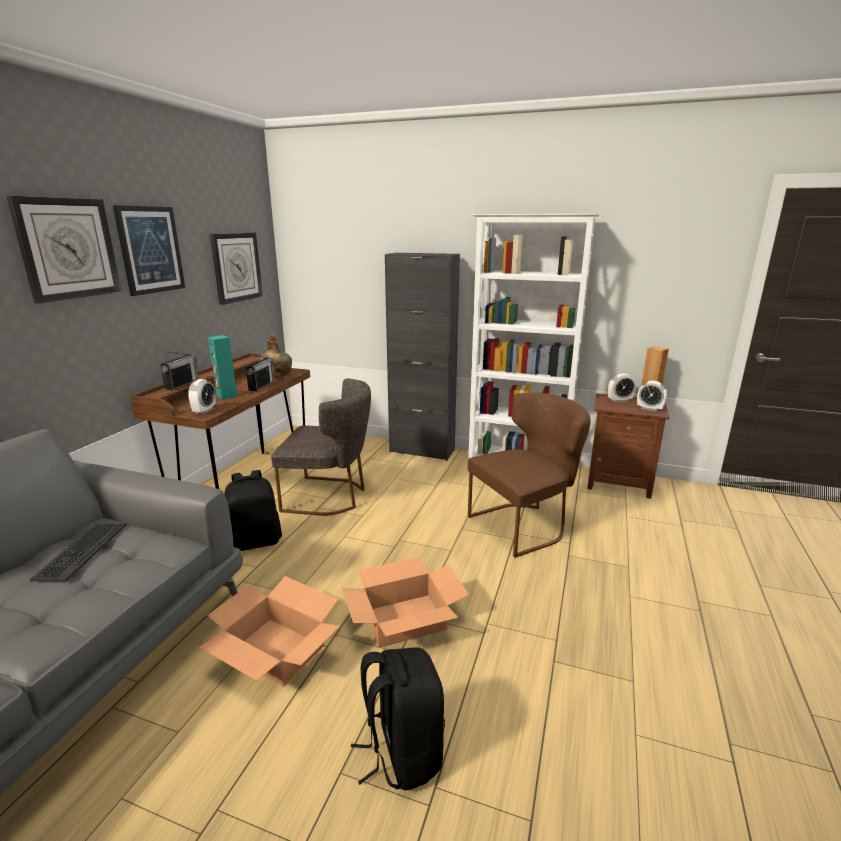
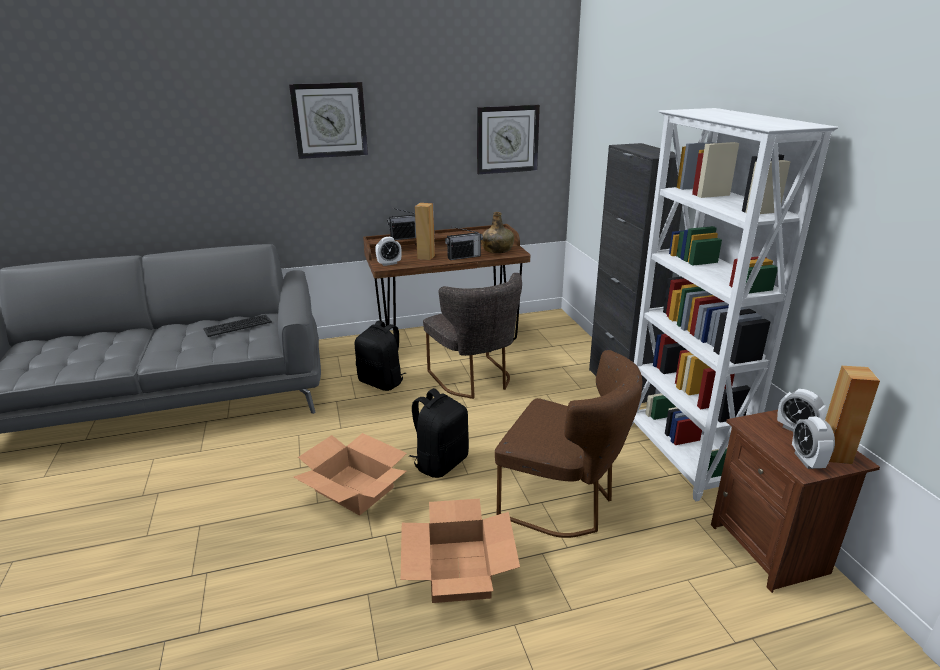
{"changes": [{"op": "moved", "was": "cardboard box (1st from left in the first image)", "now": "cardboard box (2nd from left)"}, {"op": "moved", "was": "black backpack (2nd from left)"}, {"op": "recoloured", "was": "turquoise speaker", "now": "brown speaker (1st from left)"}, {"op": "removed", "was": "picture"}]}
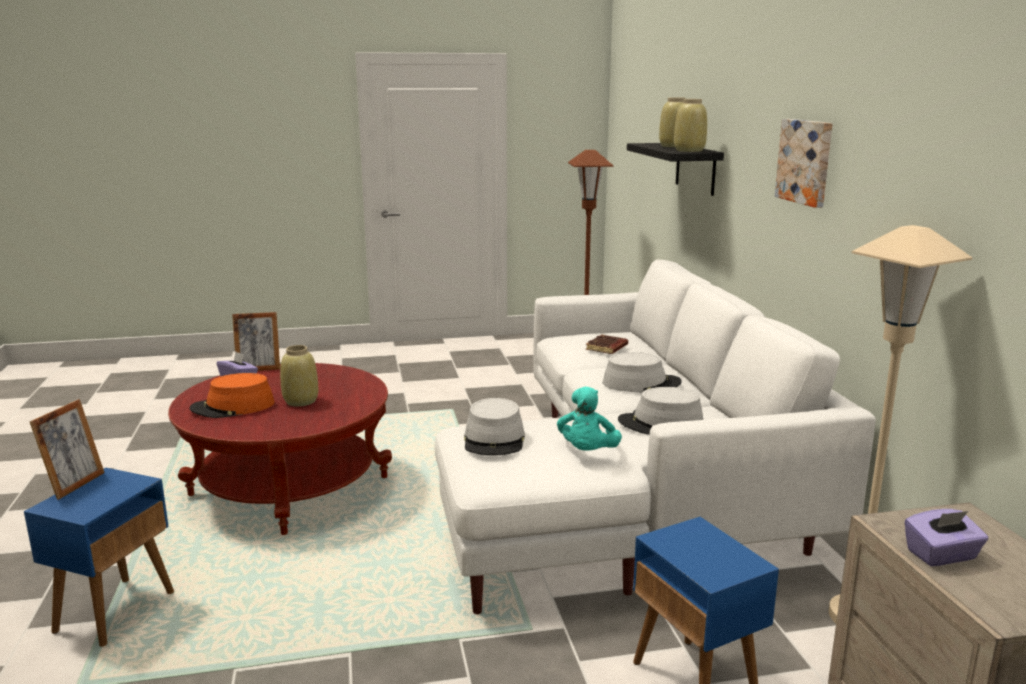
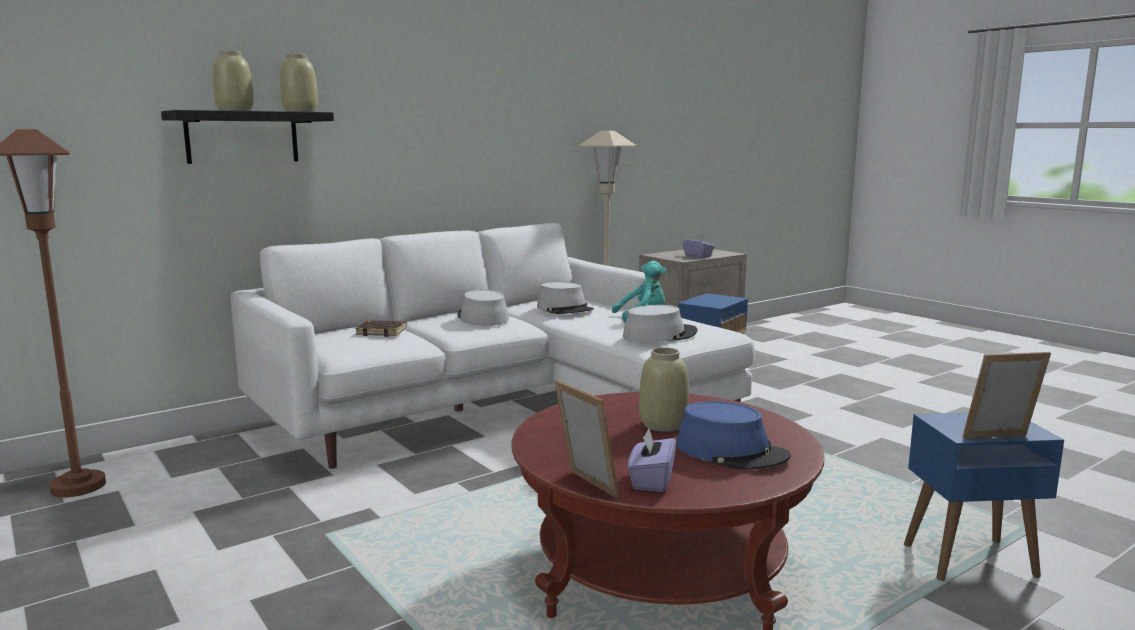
{"changes": [{"op": "recoloured", "was": "orange hat", "now": "blue hat"}, {"op": "removed", "was": "picture"}]}
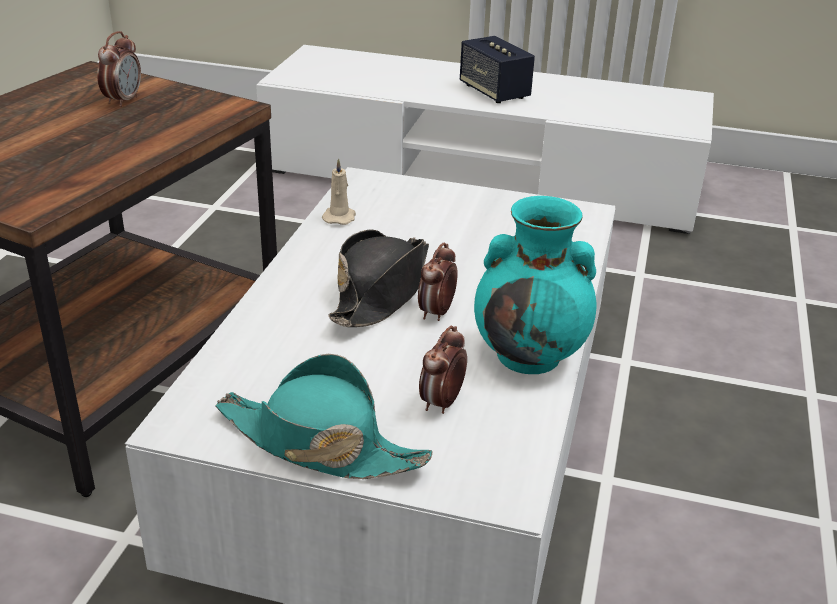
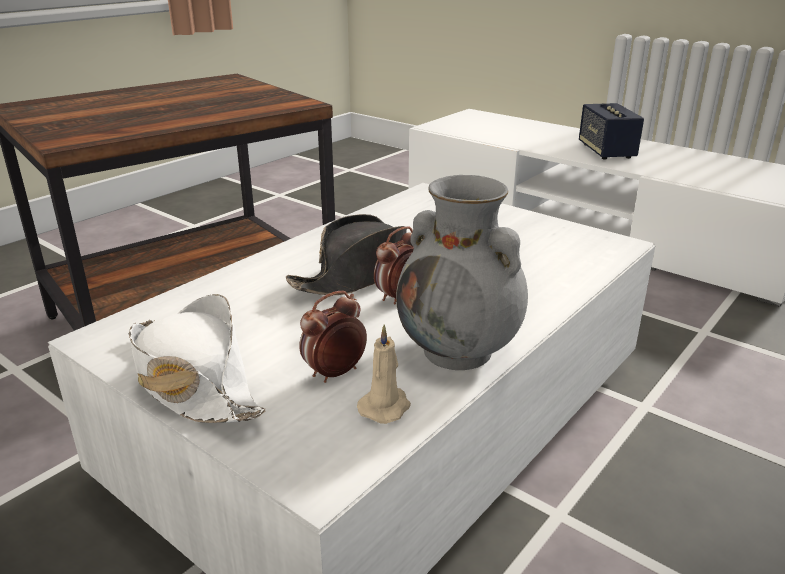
{"changes": [{"op": "recoloured", "was": "turquoise hat", "now": "white hat"}, {"op": "moved", "was": "beige candle"}, {"op": "recoloured", "was": "turquoise vase", "now": "grey vase"}, {"op": "removed", "was": "alarm clock (1st from left)"}]}
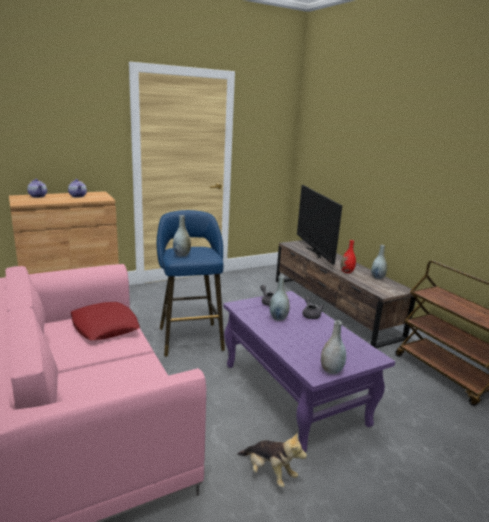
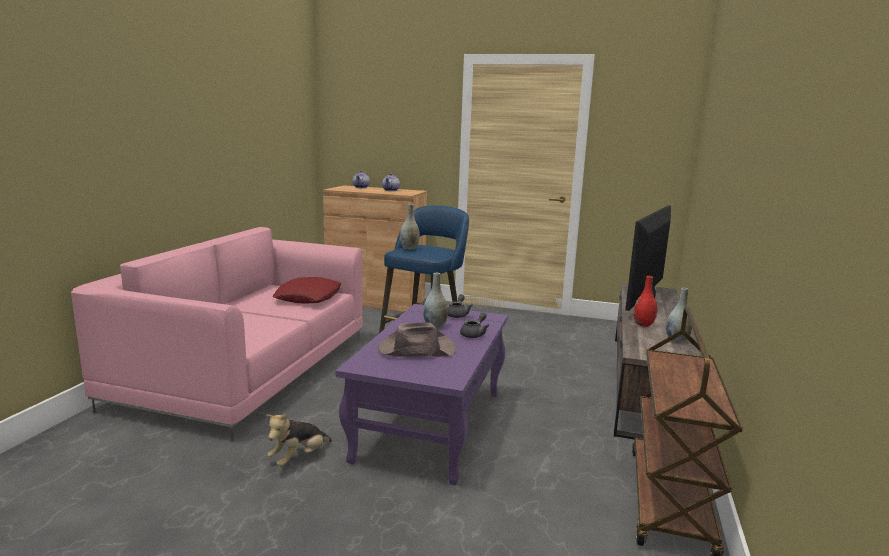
{"changes": [{"op": "turned", "was": "plush toy", "clockwise": 45}, {"op": "added", "now": "brown hat"}, {"op": "removed", "was": "grey vase (3rd from left)"}]}
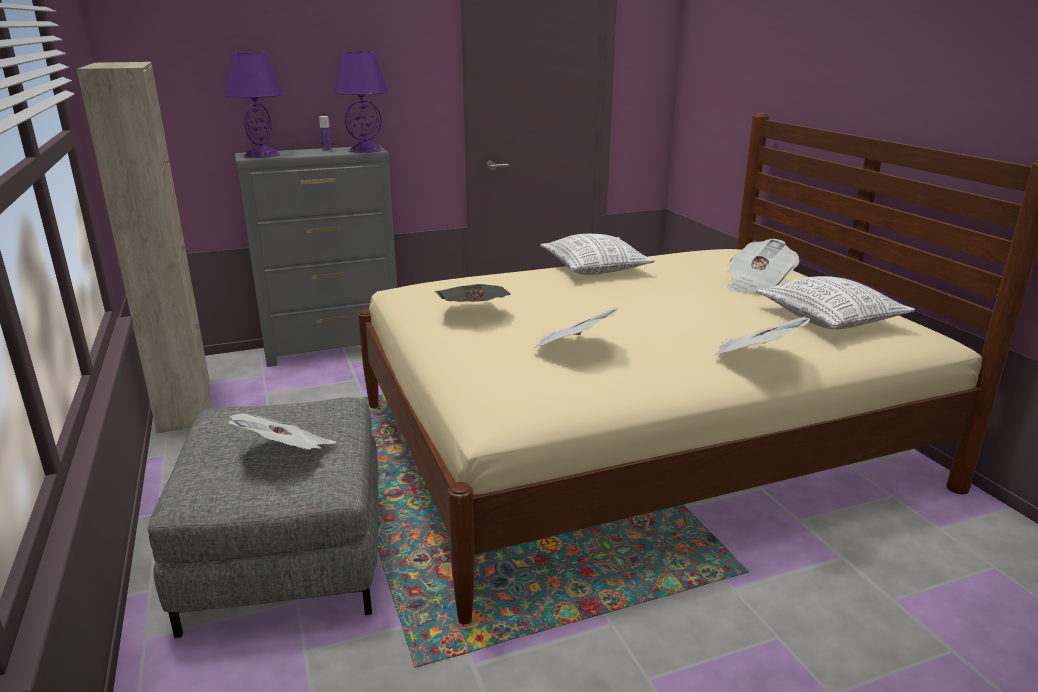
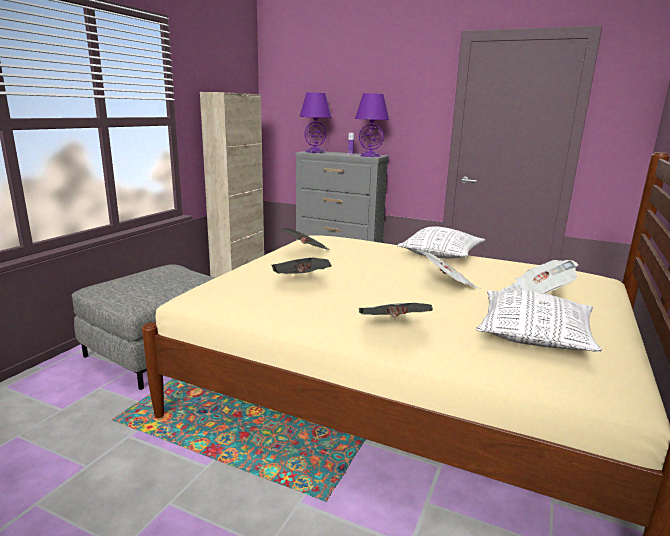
{"changes": [{"op": "moved", "was": "newspaper (1st from left in the first image)", "now": "newspaper (4th from left)"}]}
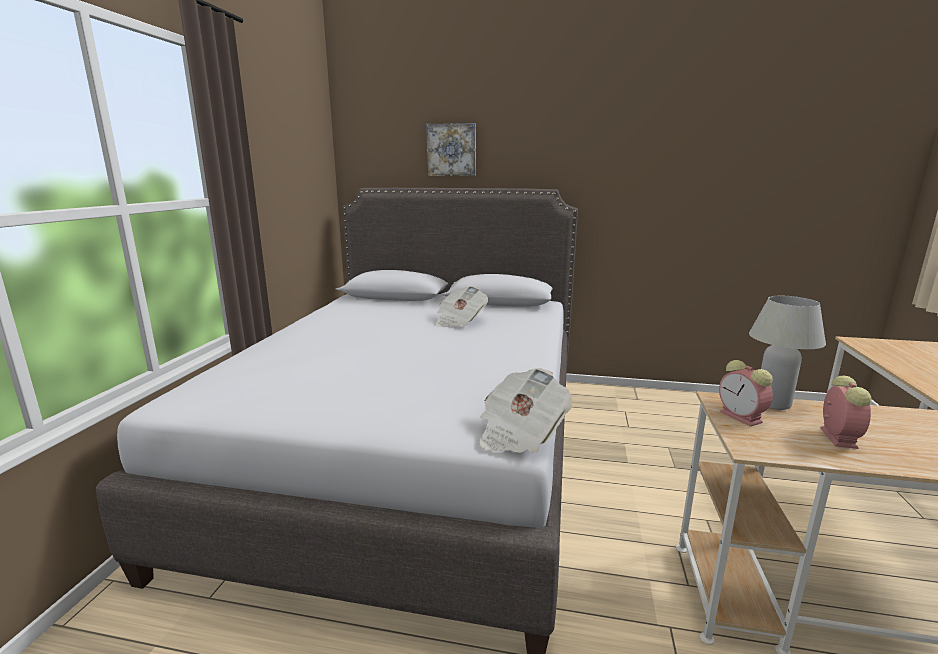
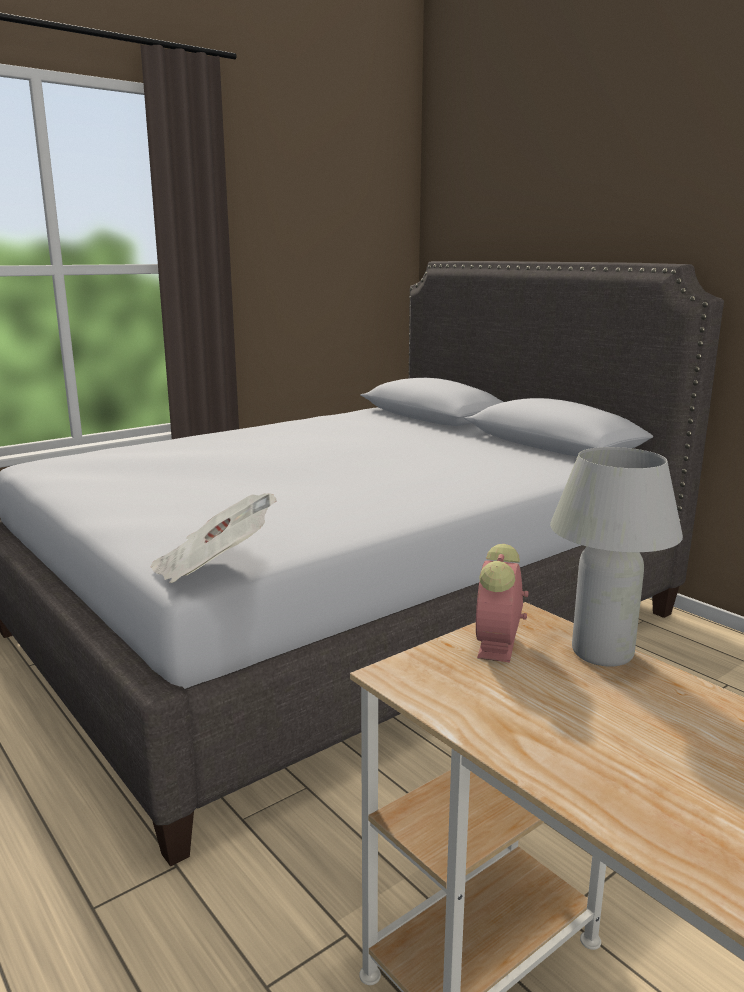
{"changes": [{"op": "removed", "was": "picture"}, {"op": "removed", "was": "newspaper (1st from left)"}, {"op": "removed", "was": "alarm clock (2nd from left)"}]}
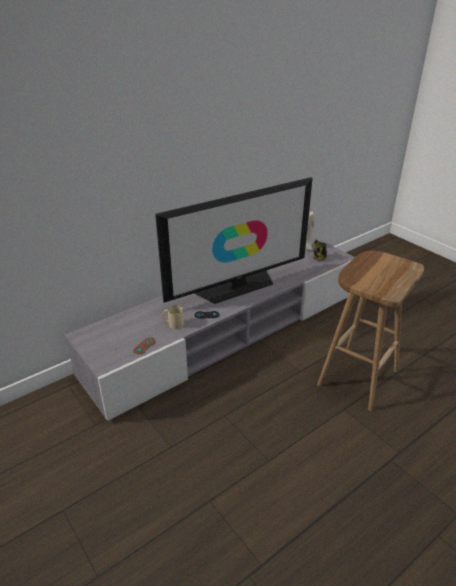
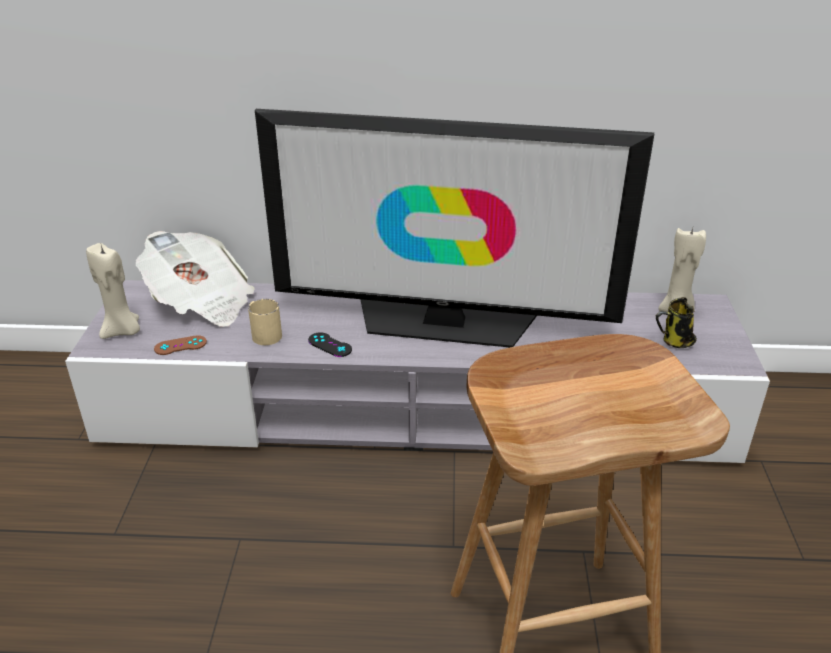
{"changes": [{"op": "added", "now": "beige candle (1st from left)"}, {"op": "added", "now": "newspaper"}]}
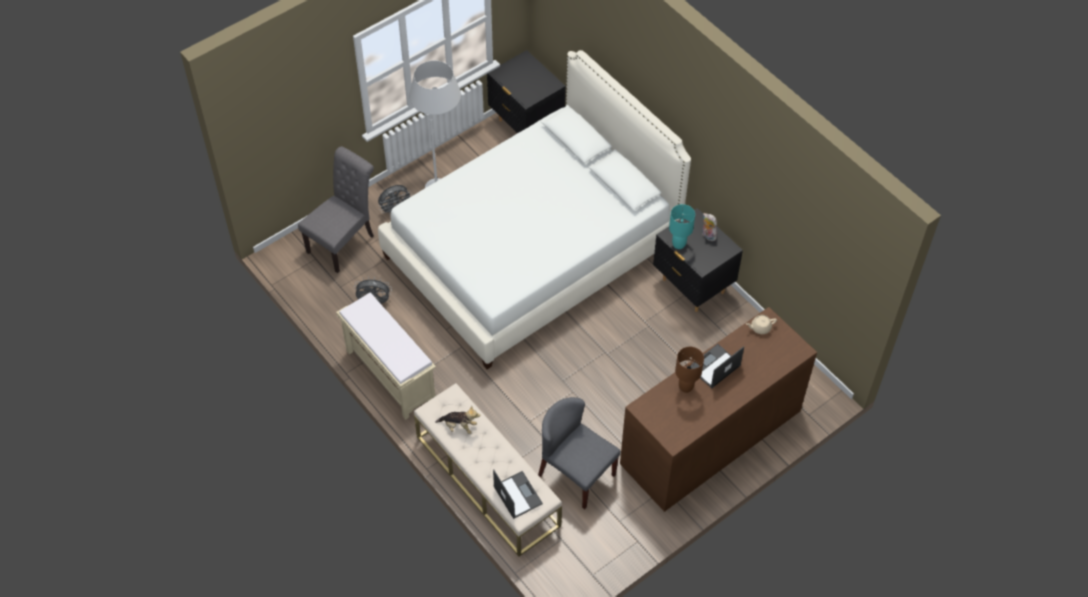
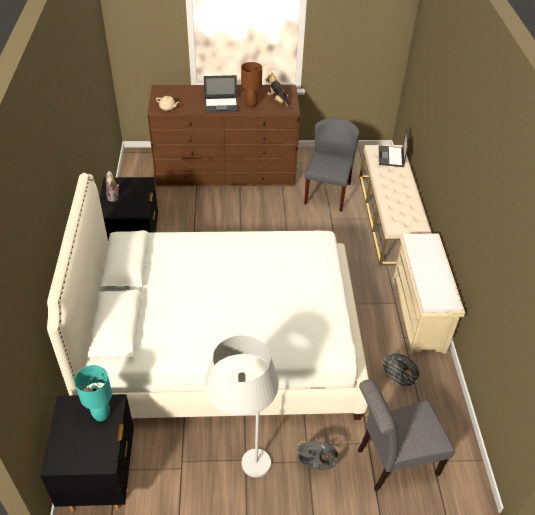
{"changes": [{"op": "moved", "was": "turquoise table lamp"}, {"op": "moved", "was": "plush toy (1st from left in the first image)", "now": "plush toy (2nd from left)"}, {"op": "turned", "was": "grey chair (2nd from left in the first image)", "clockwise": -150}]}
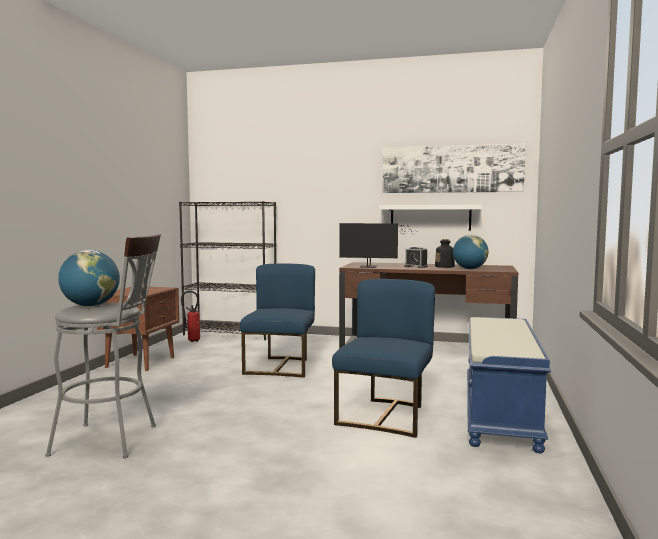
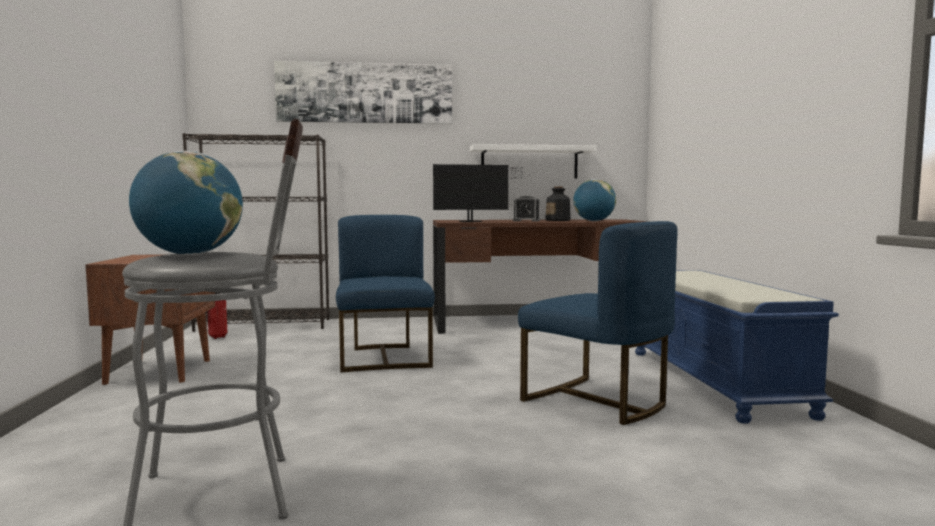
{"changes": [{"op": "moved", "was": "picture"}, {"op": "turned", "was": "blue chair (2nd from left)", "clockwise": 135}]}
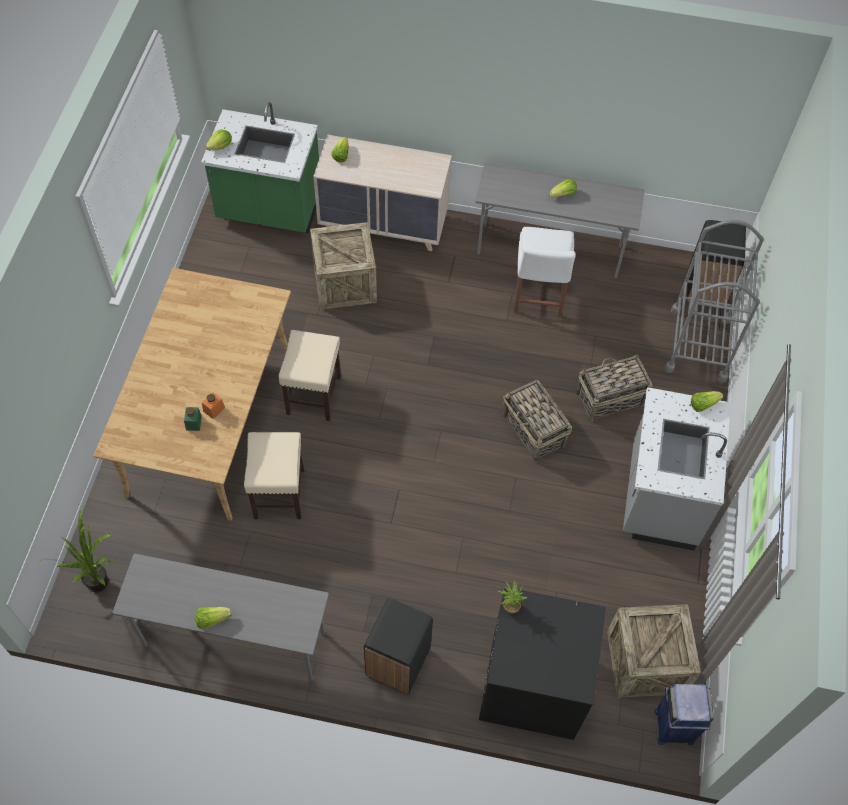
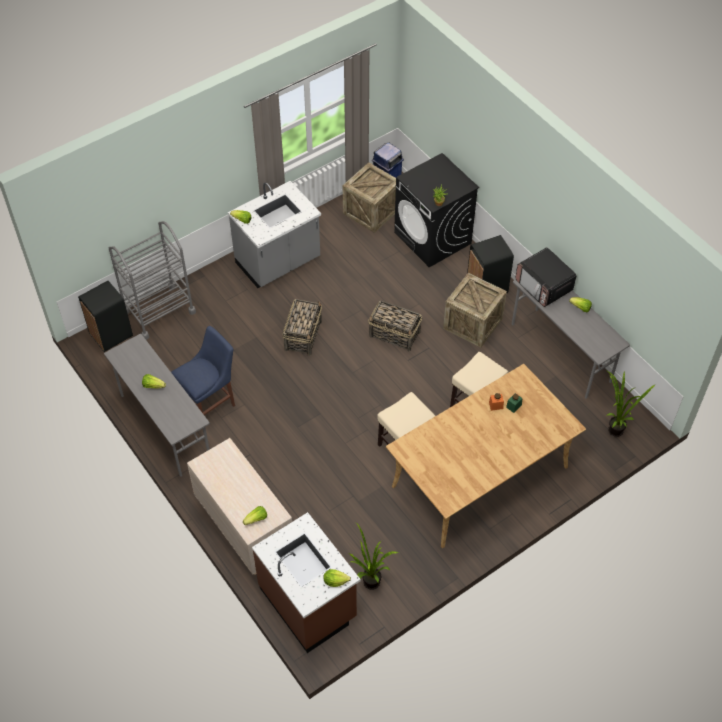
{"changes": [{"op": "recoloured", "was": "white chair", "now": "blue chair"}, {"op": "recoloured", "was": "green counter", "now": "brown counter"}, {"op": "added", "now": "potted plant (1st from left)"}, {"op": "moved", "was": "basket (2nd from left)"}, {"op": "moved", "was": "crate (1st from left in the first image)", "now": "crate (2nd from left)"}, {"op": "added", "now": "microwave"}]}
